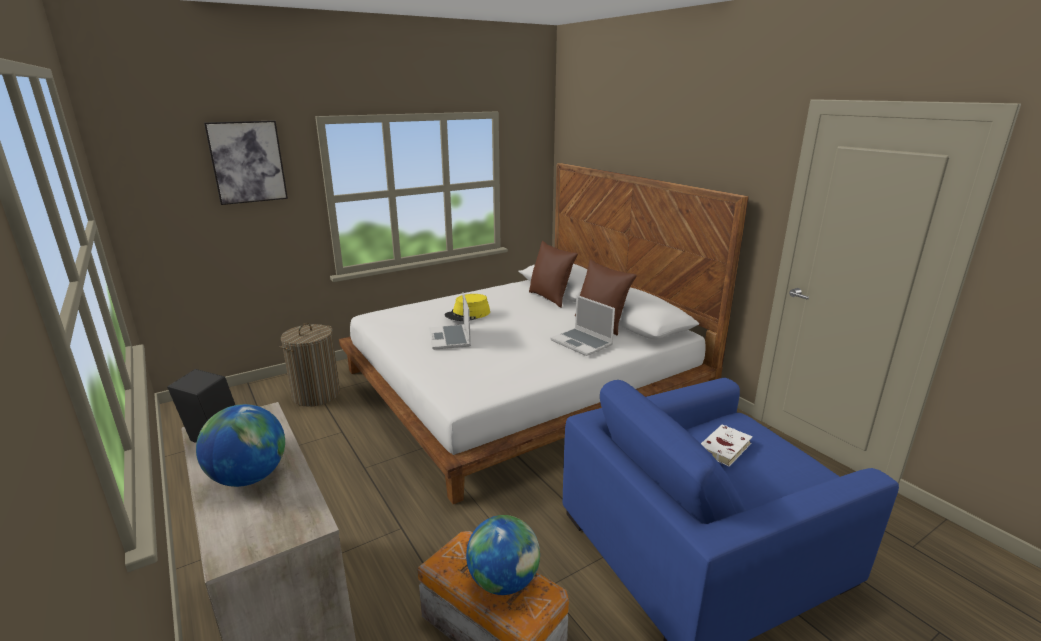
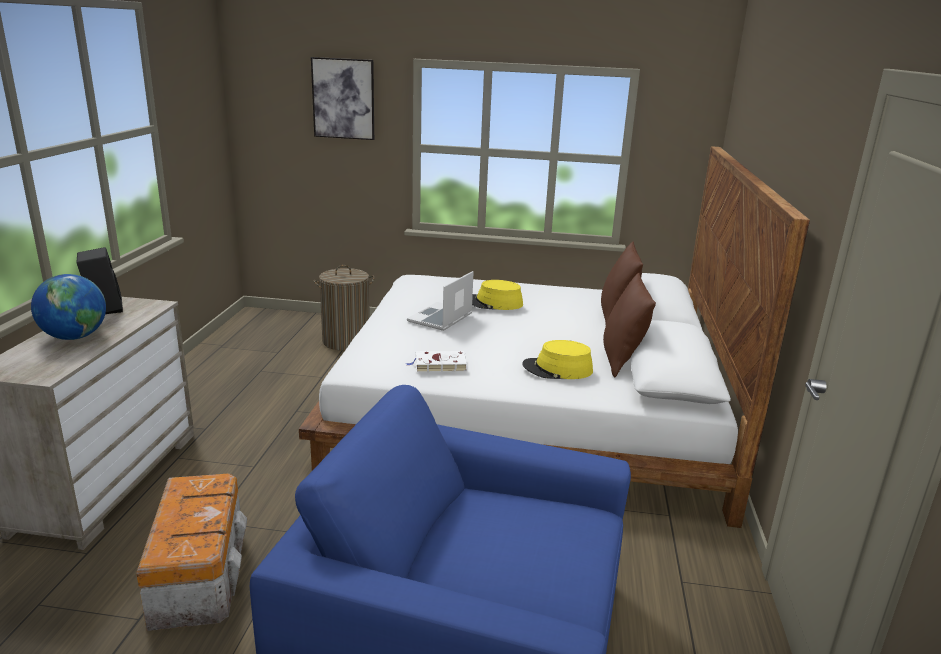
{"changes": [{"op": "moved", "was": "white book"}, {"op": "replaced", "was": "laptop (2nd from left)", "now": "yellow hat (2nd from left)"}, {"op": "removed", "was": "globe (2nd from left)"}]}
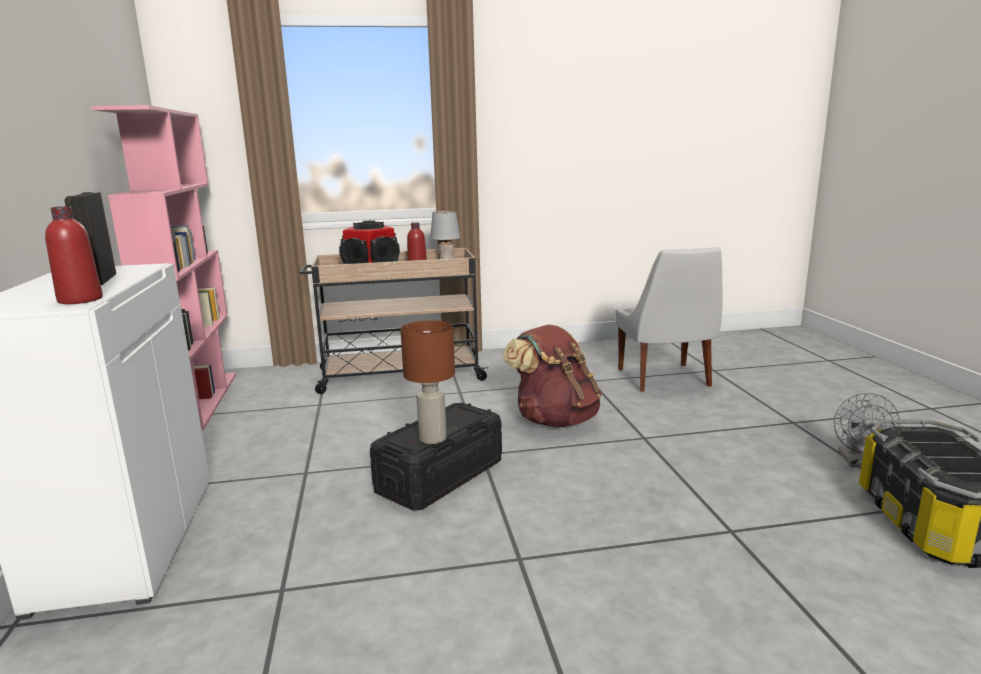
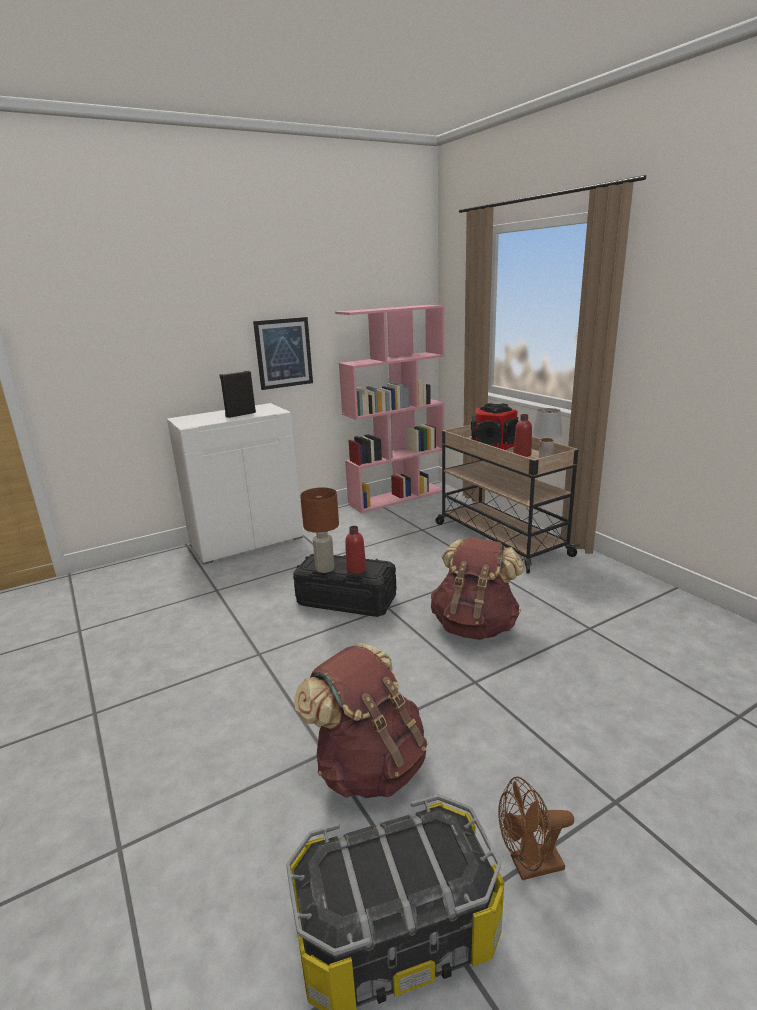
{"changes": [{"op": "added", "now": "picture"}, {"op": "added", "now": "brown backpack (1st from left)"}, {"op": "moved", "was": "red bottle (1st from left)"}, {"op": "recoloured", "was": "grey fan", "now": "brown fan"}, {"op": "removed", "was": "white chair"}]}
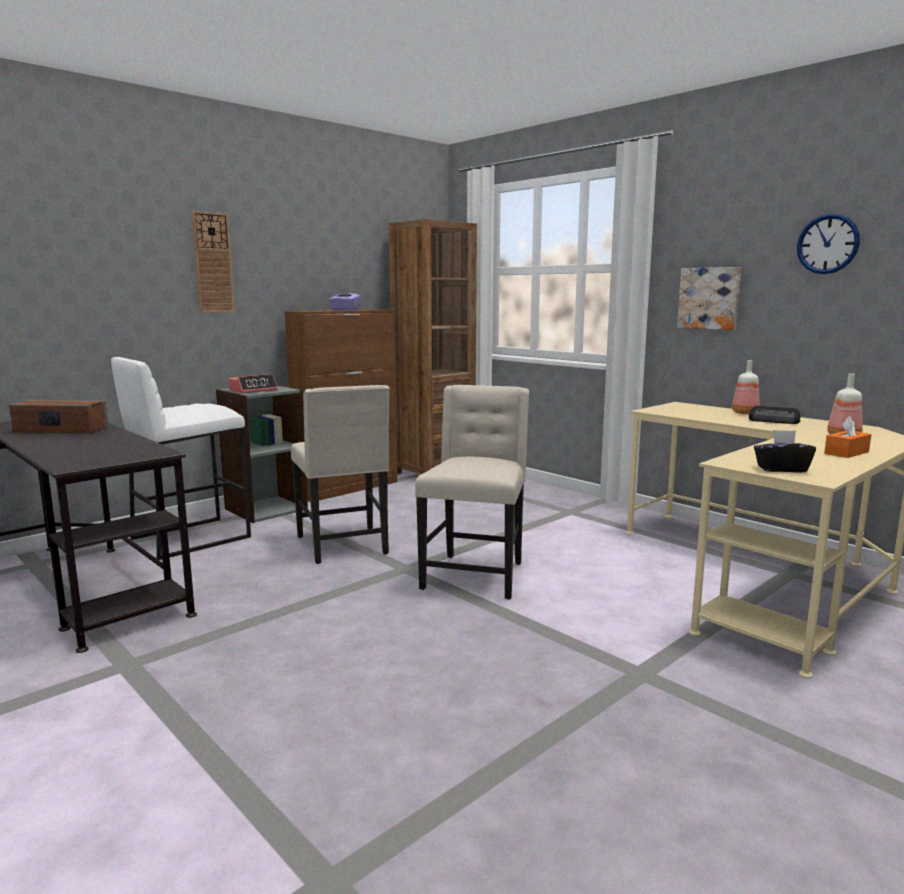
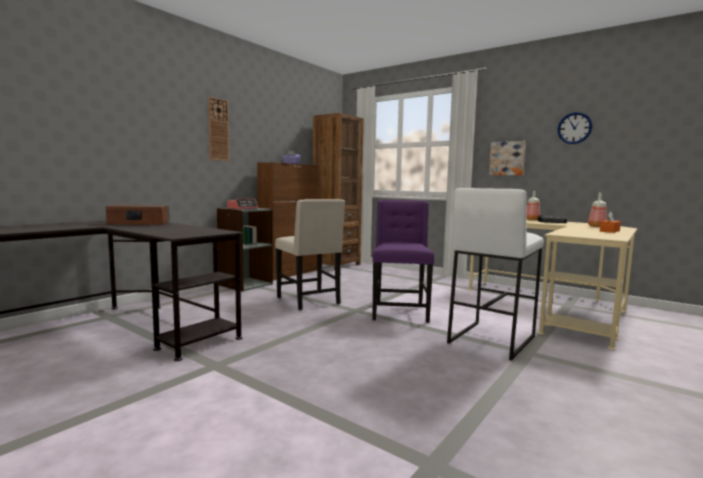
{"changes": [{"op": "recoloured", "was": "beige chair (2nd from left)", "now": "purple chair"}, {"op": "moved", "was": "white stool"}, {"op": "removed", "was": "black tissue box"}]}
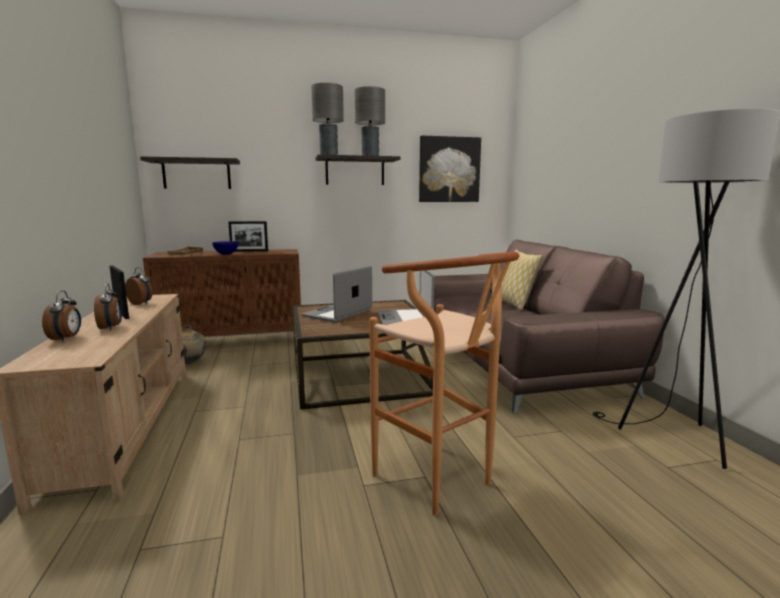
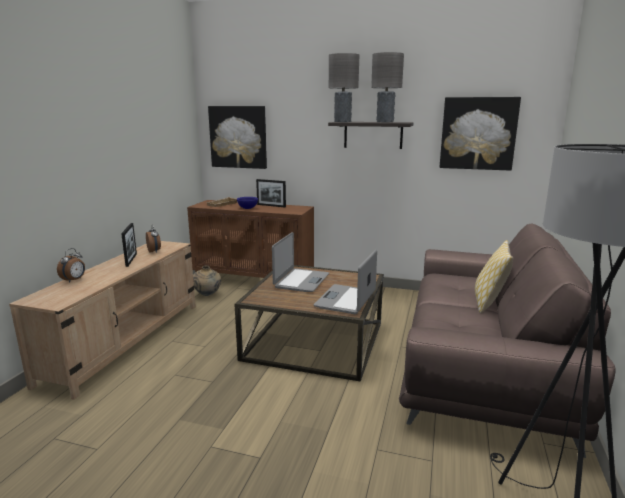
{"changes": [{"op": "replaced", "was": "shelf (1st from left)", "now": "picture (1st from left)"}, {"op": "turned", "was": "laptop (1st from left)", "clockwise": 135}, {"op": "removed", "was": "alarm clock (2nd from left)"}, {"op": "removed", "was": "brown stool"}]}
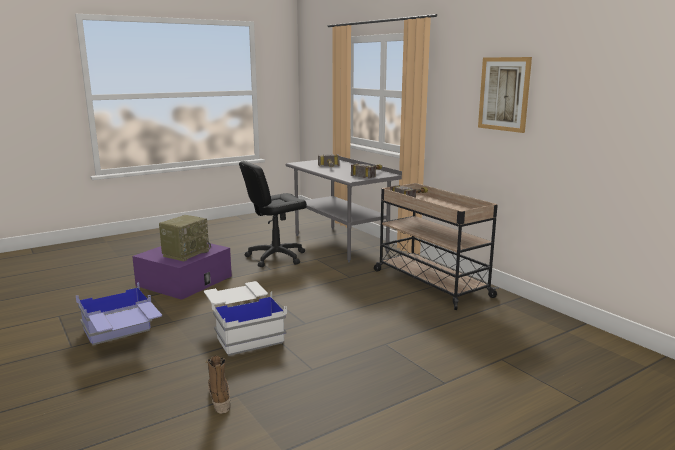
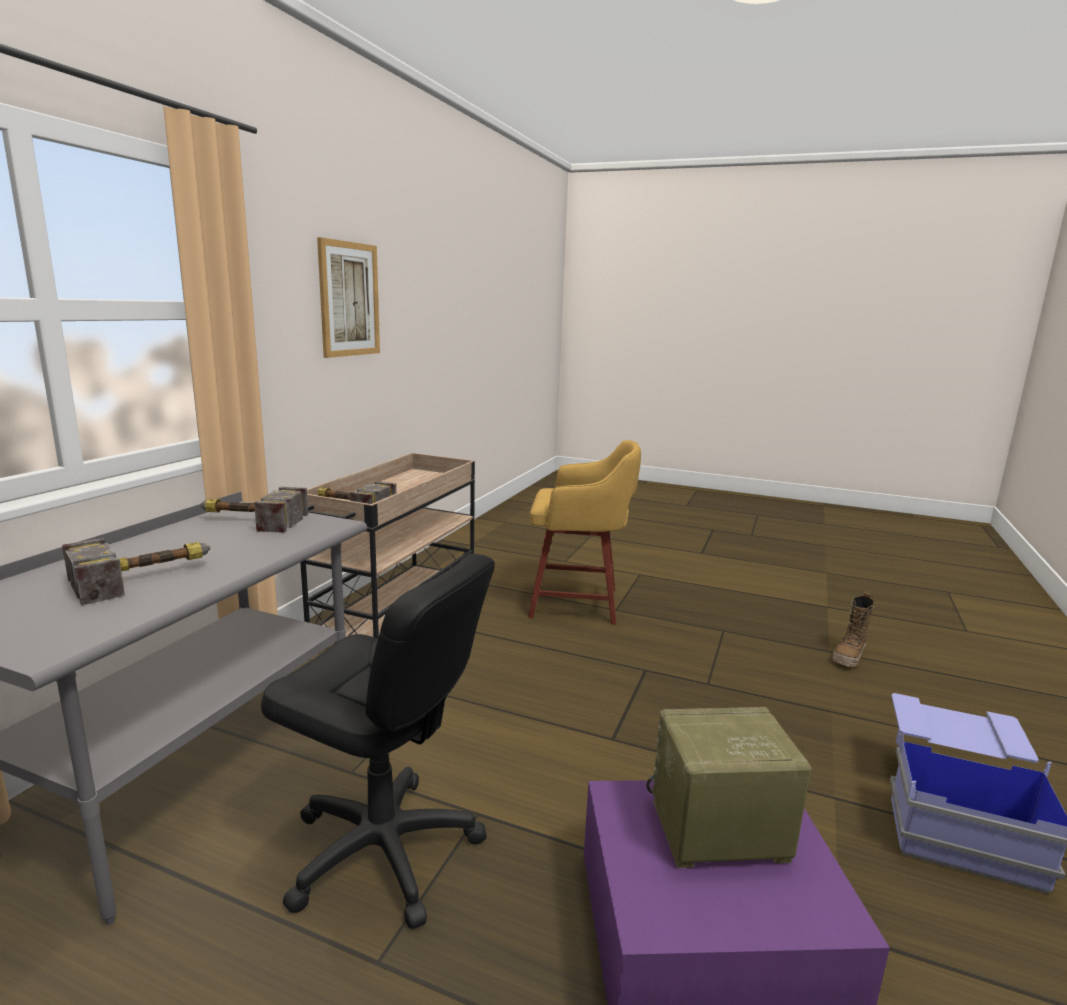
{"changes": [{"op": "added", "now": "yellow stool"}, {"op": "removed", "was": "white storage box"}]}
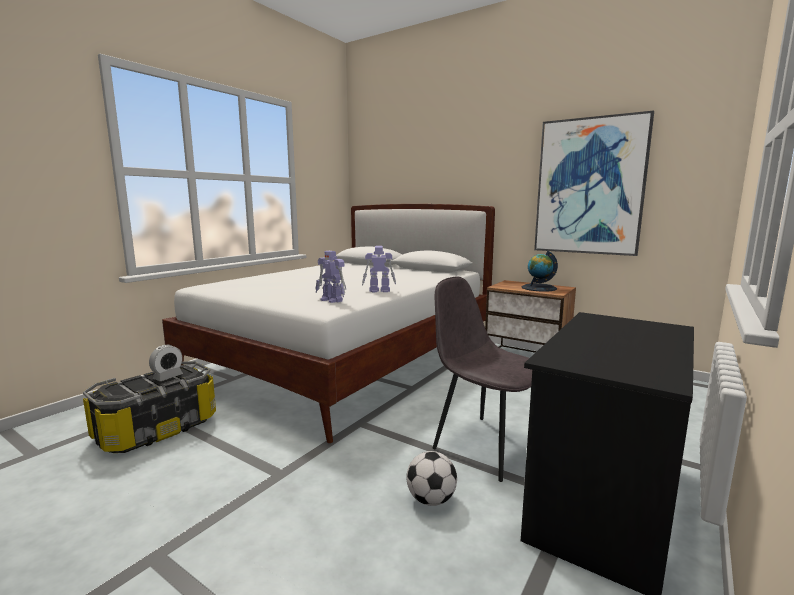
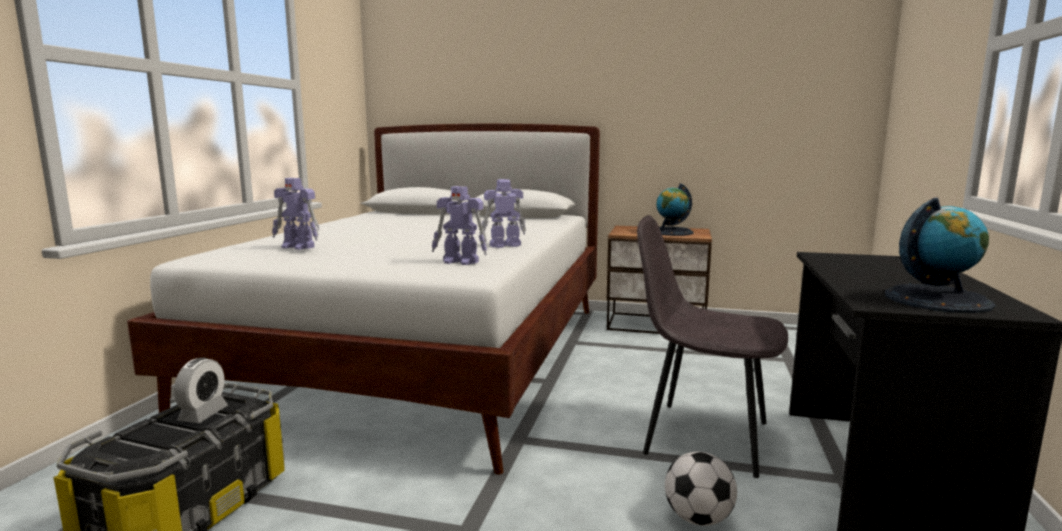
{"changes": [{"op": "added", "now": "toy robot (1st from left)"}, {"op": "added", "now": "globe (2nd from left)"}, {"op": "removed", "was": "picture"}]}
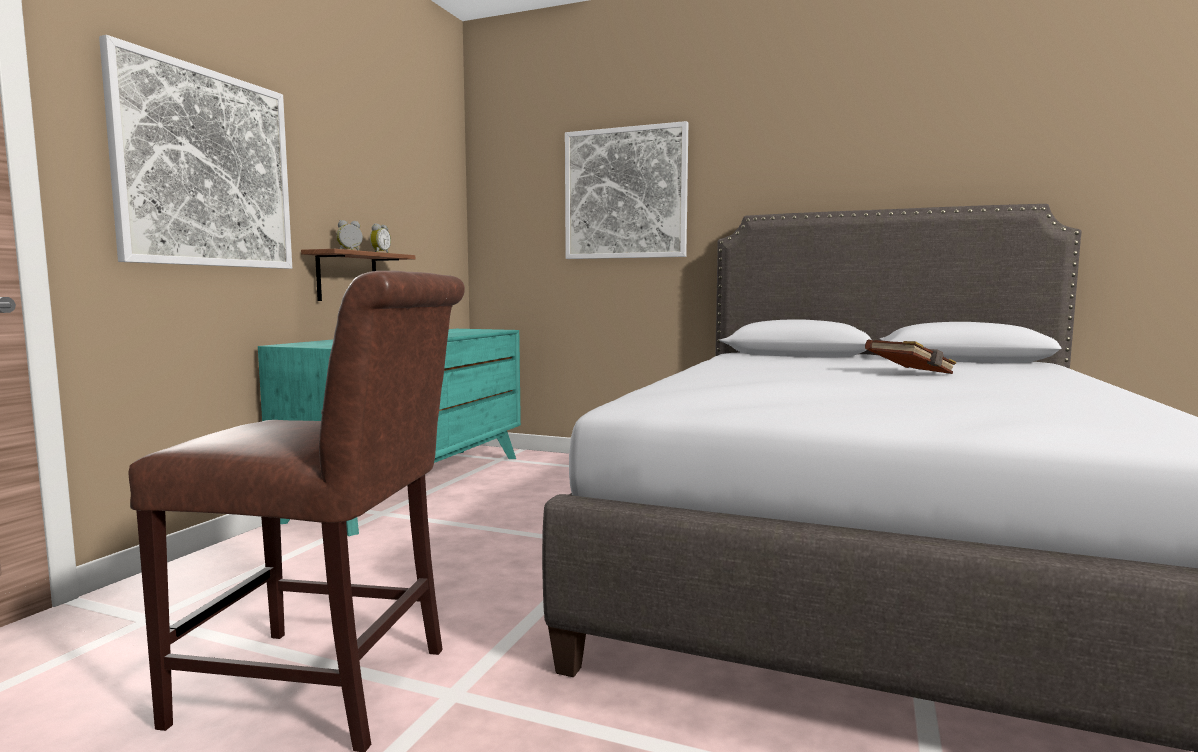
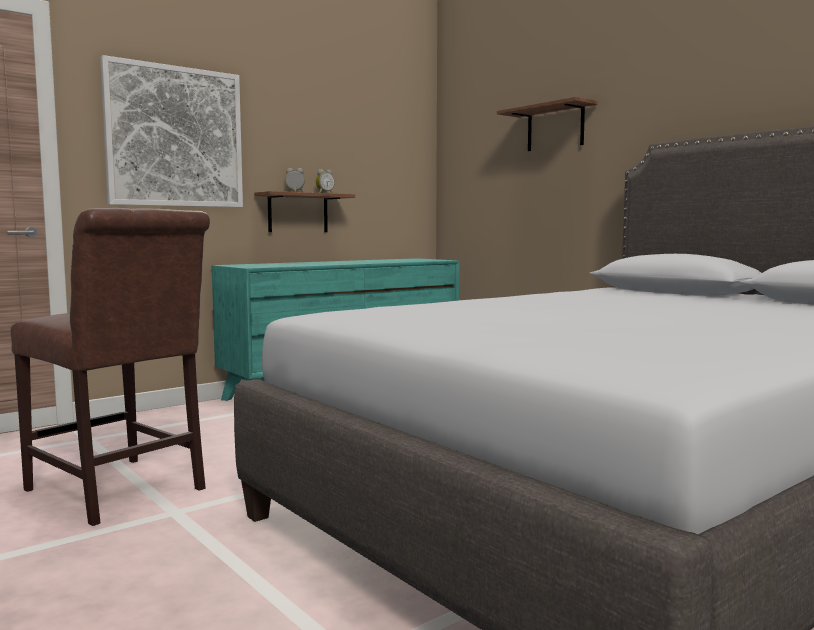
{"changes": [{"op": "replaced", "was": "picture (2nd from left)", "now": "shelf (2nd from left)"}, {"op": "removed", "was": "brown book"}]}
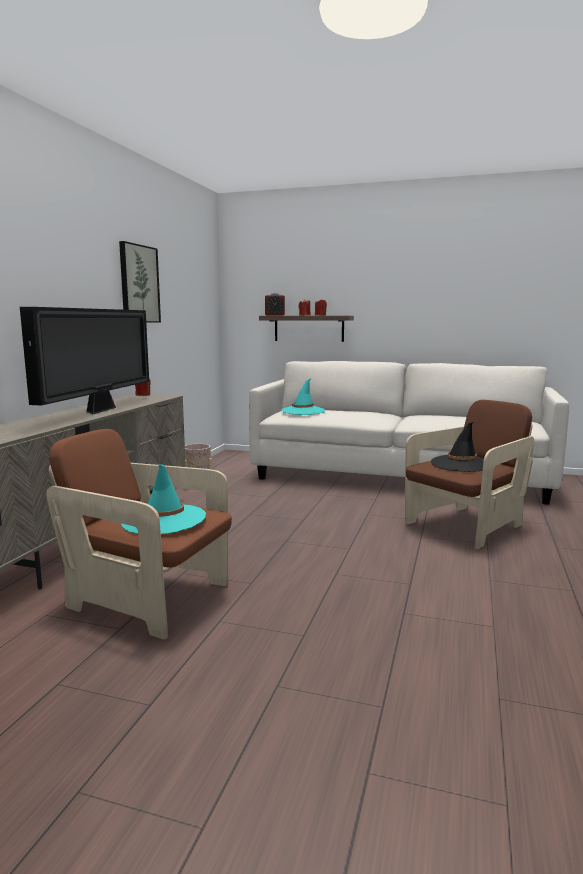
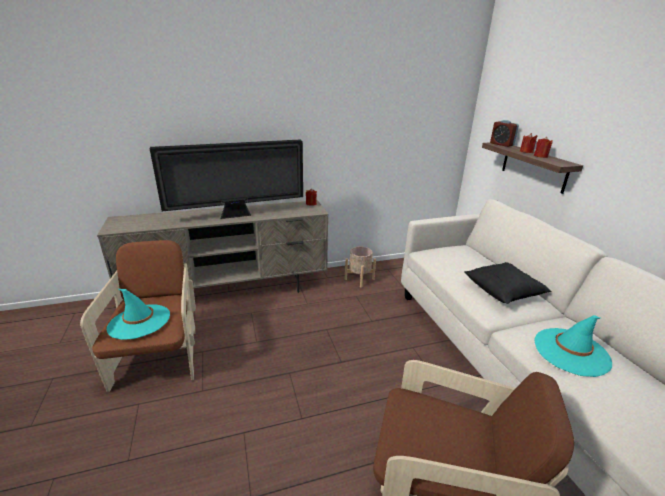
{"changes": [{"op": "added", "now": "black pillow"}, {"op": "moved", "was": "turquoise hat (2nd from left)"}, {"op": "removed", "was": "picture"}, {"op": "removed", "was": "black hat"}]}
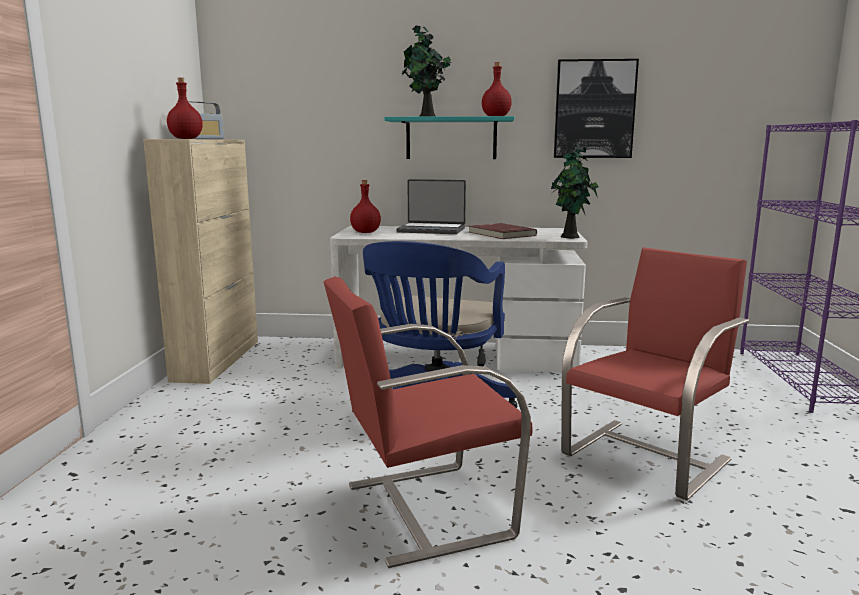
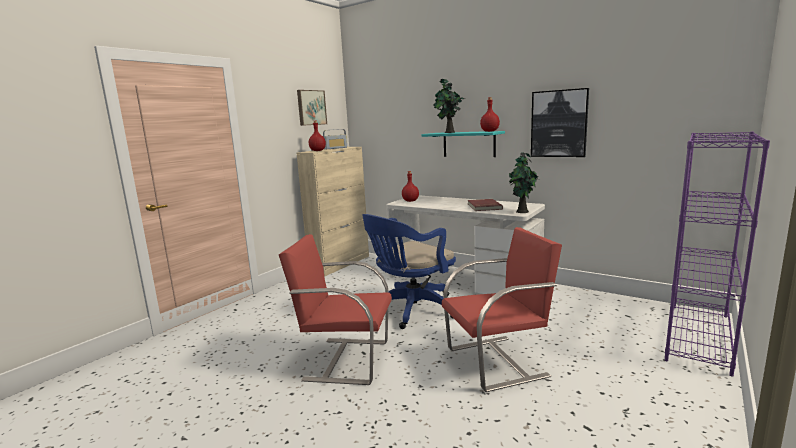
{"changes": [{"op": "added", "now": "picture (1st from left)"}, {"op": "removed", "was": "laptop"}]}
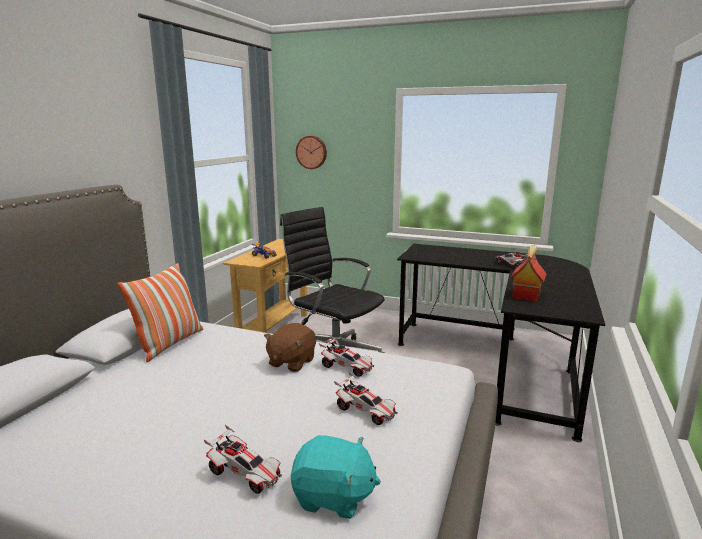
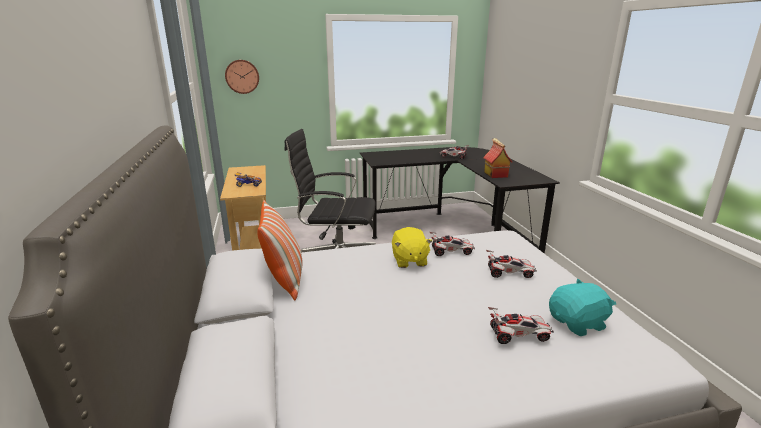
{"changes": [{"op": "recoloured", "was": "brown plush toy", "now": "yellow plush toy"}]}
